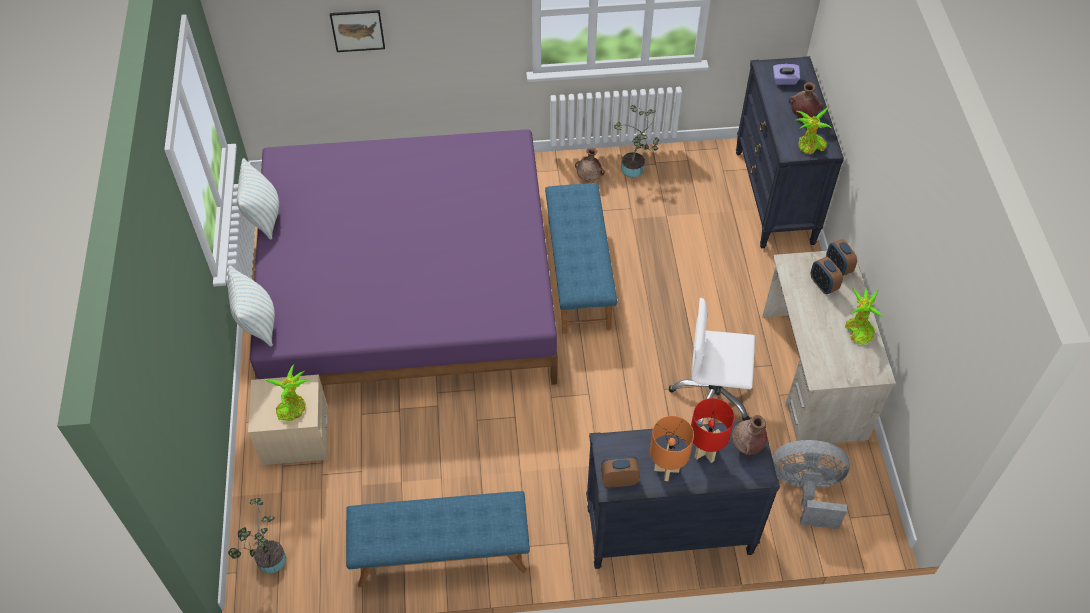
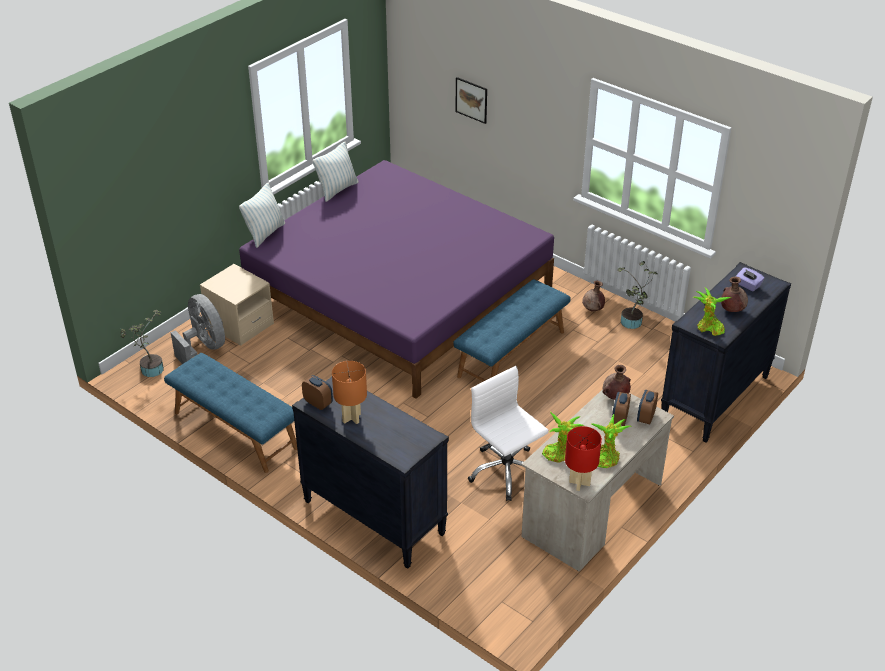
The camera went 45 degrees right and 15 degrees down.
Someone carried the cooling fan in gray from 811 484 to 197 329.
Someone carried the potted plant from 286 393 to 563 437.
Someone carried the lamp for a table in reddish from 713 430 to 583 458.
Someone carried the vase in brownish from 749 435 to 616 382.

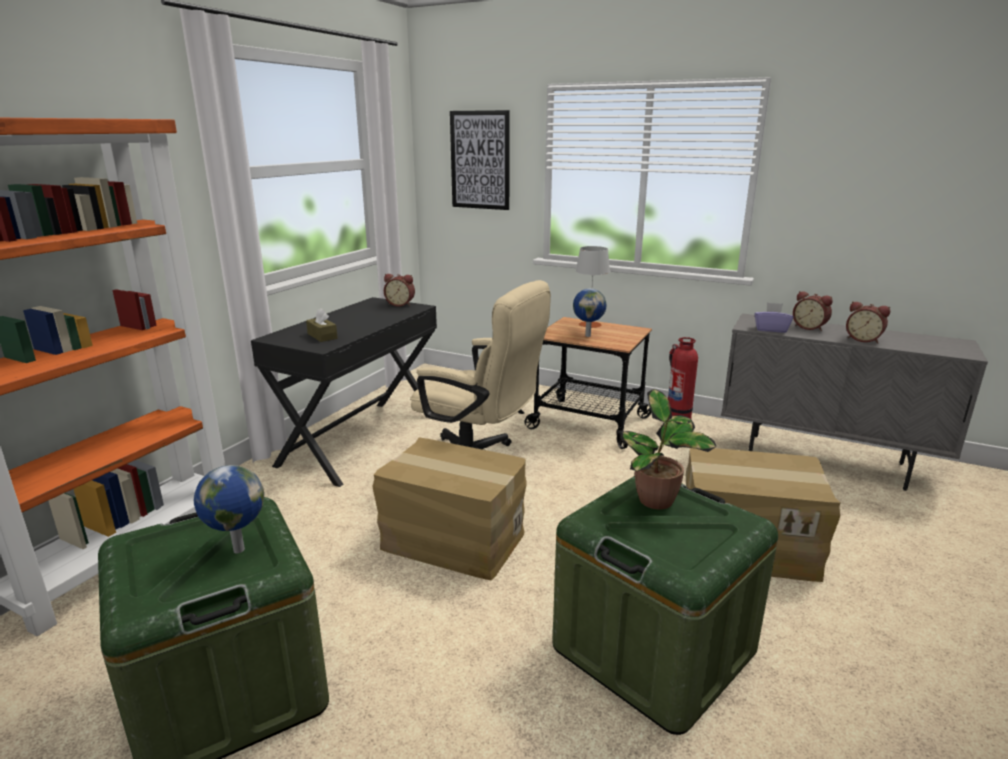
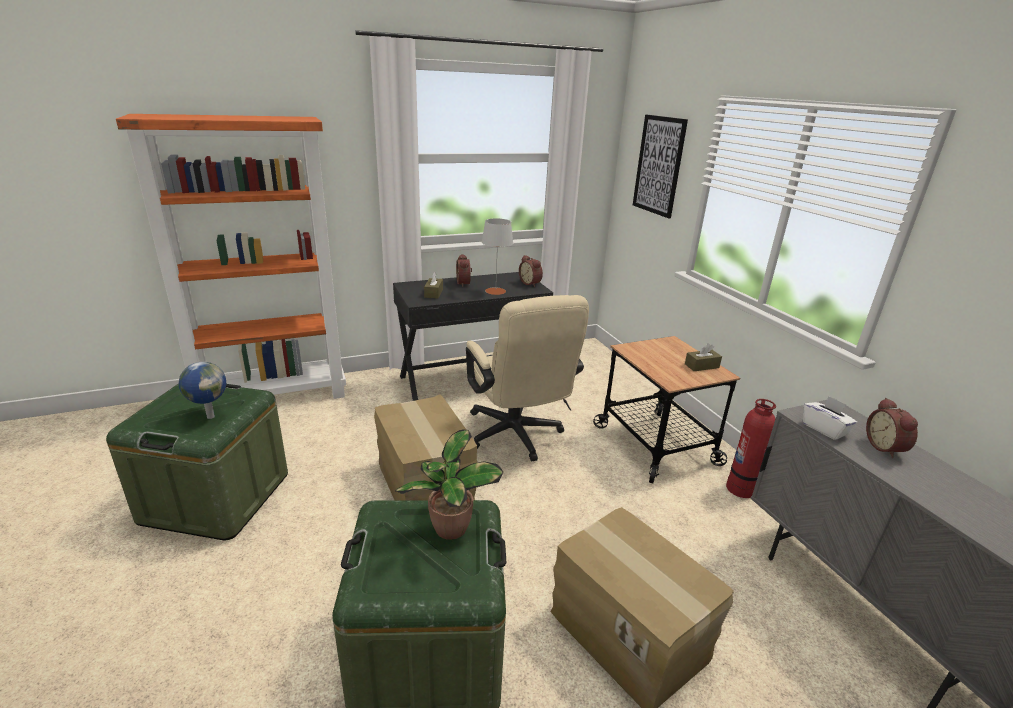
The camera went 40 degrees right and 5 degrees up.
Someone carried the table clock from 868 322 to 464 270.
Someone carried the lamp for a table in gray from 593 287 to 497 256.
Someone put down the tissue holder in brownish at 703 357.
Someone repainted the tissue holder in purple-coloured at 773 317, which became the tissue holder in white-coloured at 830 418.
Someone took away the desk globe at 589 312.

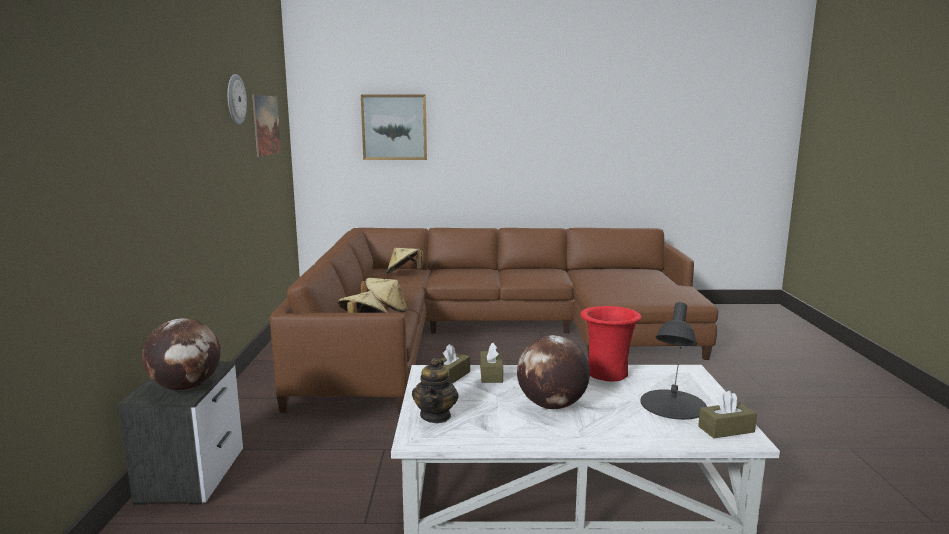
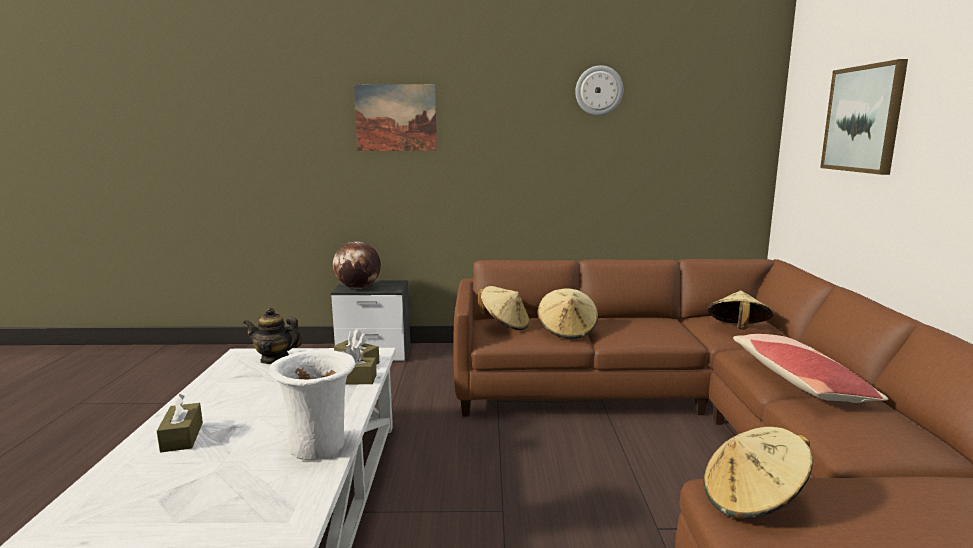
The camera went 90 degrees right and 0 degrees up.
Someone carried the tissue holder in brownish from 727 414 to 180 423.
Someone repainted the vase in reddish at 611 343, which became the vase in white-coloured at 312 405.
Someone carried the wall picture from 266 126 to 395 117.
Someone put down the clothing hat in beige-coloured at 758 473.
Someone put down the throw pillow at 811 368.
Someone took away the desk globe at 553 372.
Someone took away the lamp for a table in black-coloured at 674 361.

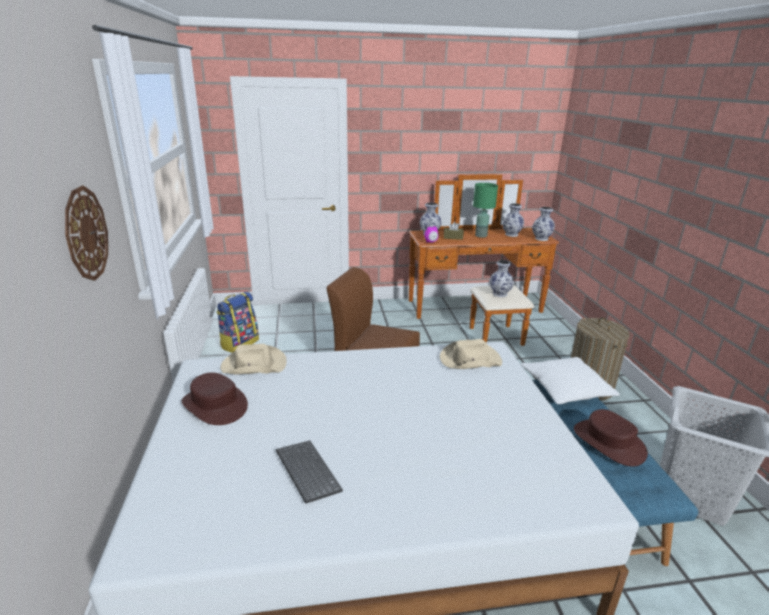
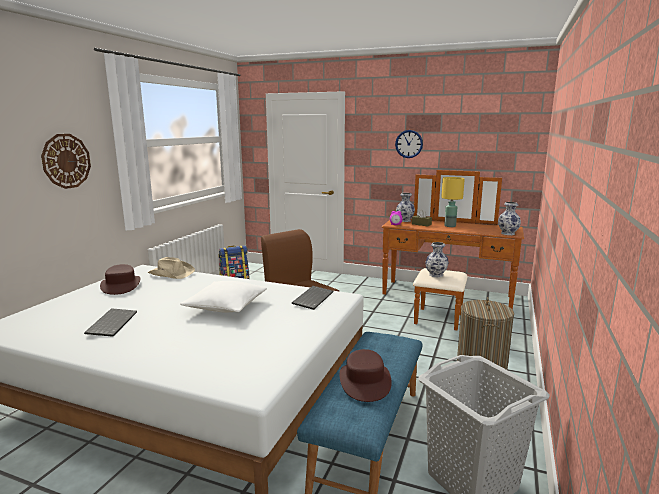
The camera went 30 degrees right and 10 degrees down.
Someone carried the throw pillow in white-coloured from 570 380 to 223 296.
Someone swapped the clothing hat in beige-coloured at 471 354 for the computer keyboard at 312 298.
Someone put up the clock on the wall at 409 144.
Someone repainted the lamp for a table in green at 485 210, which became the lamp for a table in yellow at 453 202.
Someone took away the vase at 513 220.

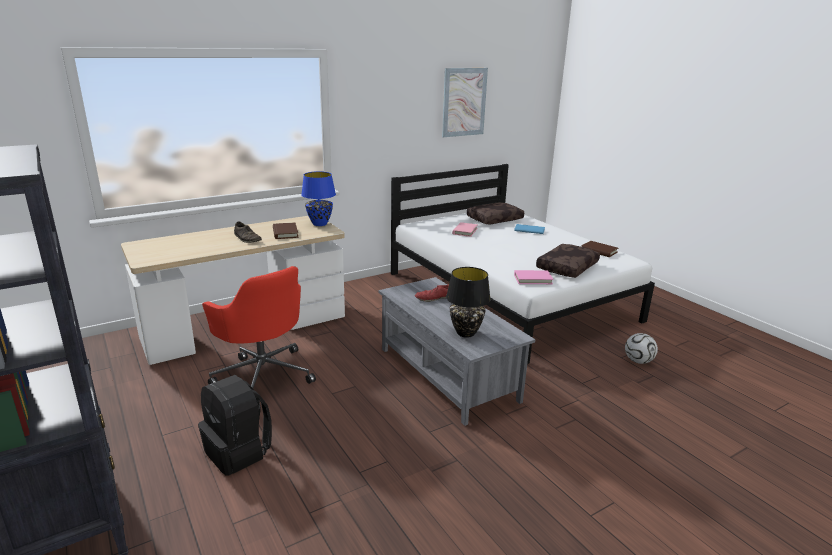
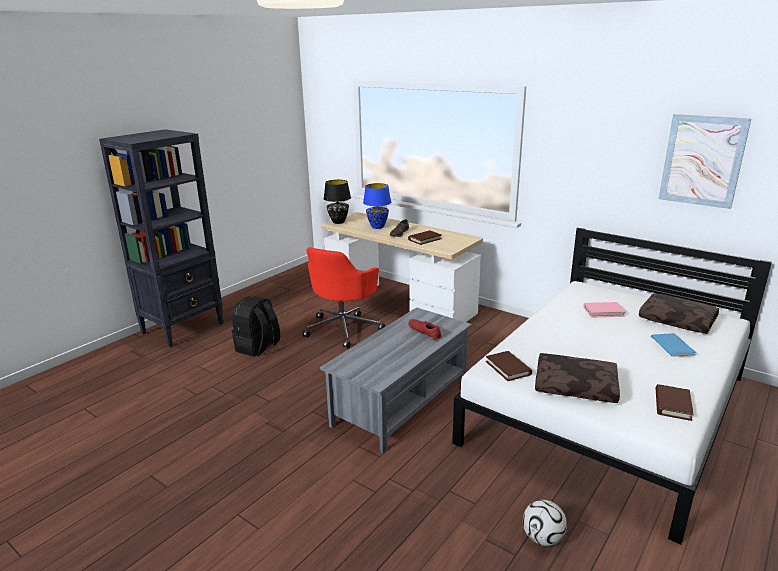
The camera went 70 degrees right and 0 degrees up.
Someone carried the lamp for a table in black-coloured from 468 302 to 337 202.
Someone carried the lamp for a table in bluish from 318 198 to 377 206.
Someone repainted the book in pink at 534 277, which became the book in brownish at 509 366.

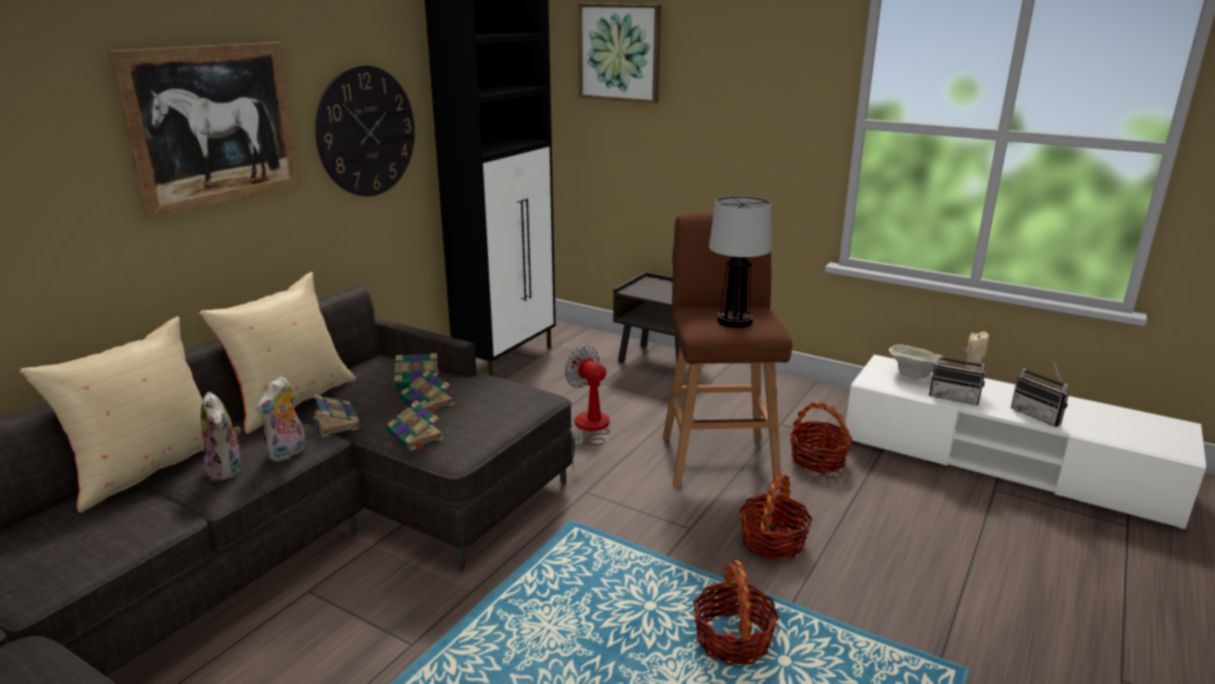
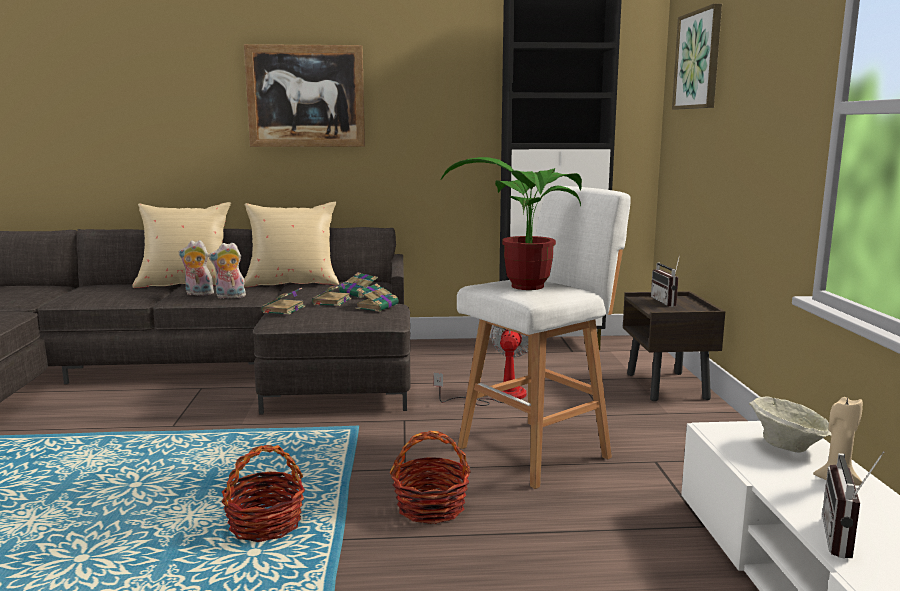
The camera went 55 degrees right and 10 degrees down.
Someone rotated the cuddly toy at 221 436 by 75 degrees clockwise.
Someone carried the book from 337 416 to 377 297.
Someone swapped the lamp for a table at 740 262 for the potted plant at 511 223.
Someone repainted the sitting stool in brownish at 727 350, which became the sitting stool in white-coloured at 544 337.
Someone carried the radio set from 957 373 to 665 281.
Someone took away the clock on the wall at 365 130.
Someone took away the basket at 821 437.

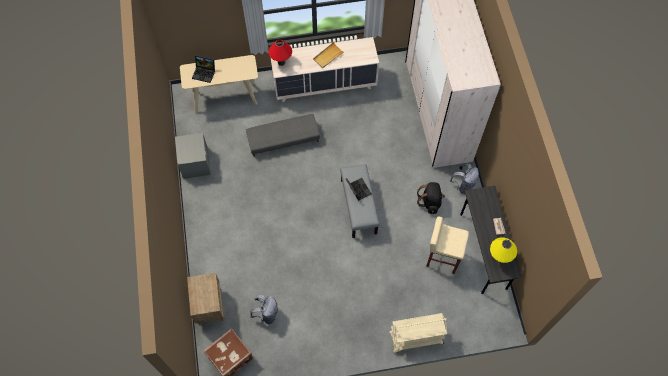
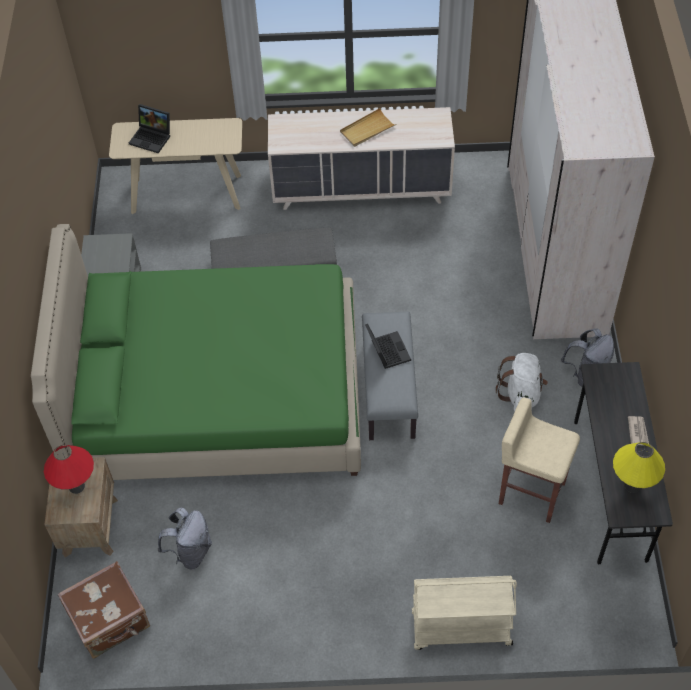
The camera went 10 degrees right and 10 degrees down.
Someone put down the bedroom bed in green at 196 352.
Someone carried the lamp for a table in reddish from 280 53 to 69 469.
Someone repainted the rucksack in black-coloured at 431 198, which became the rucksack in white-coloured at 522 382.

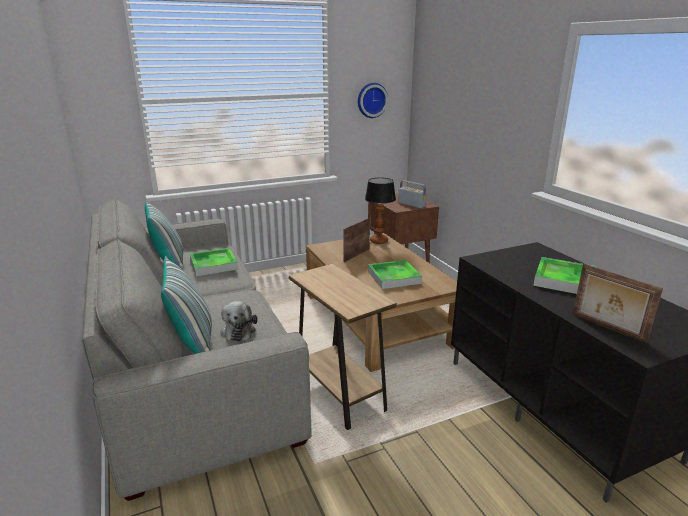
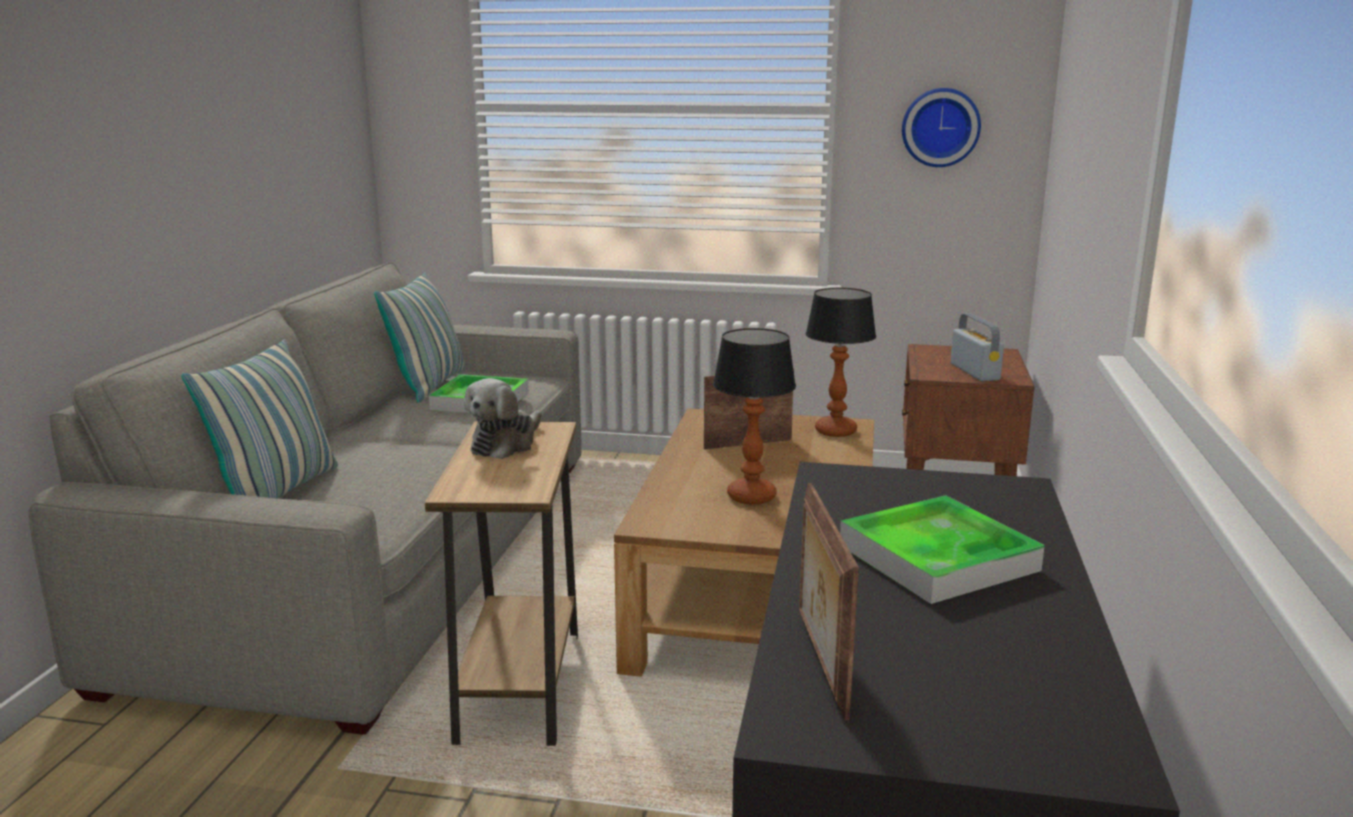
The camera went 35 degrees right and 5 degrees down.
Someone carried the cuddly toy from 238 321 to 503 418.
Someone swapped the tray at 395 274 for the lamp for a table at 754 416.

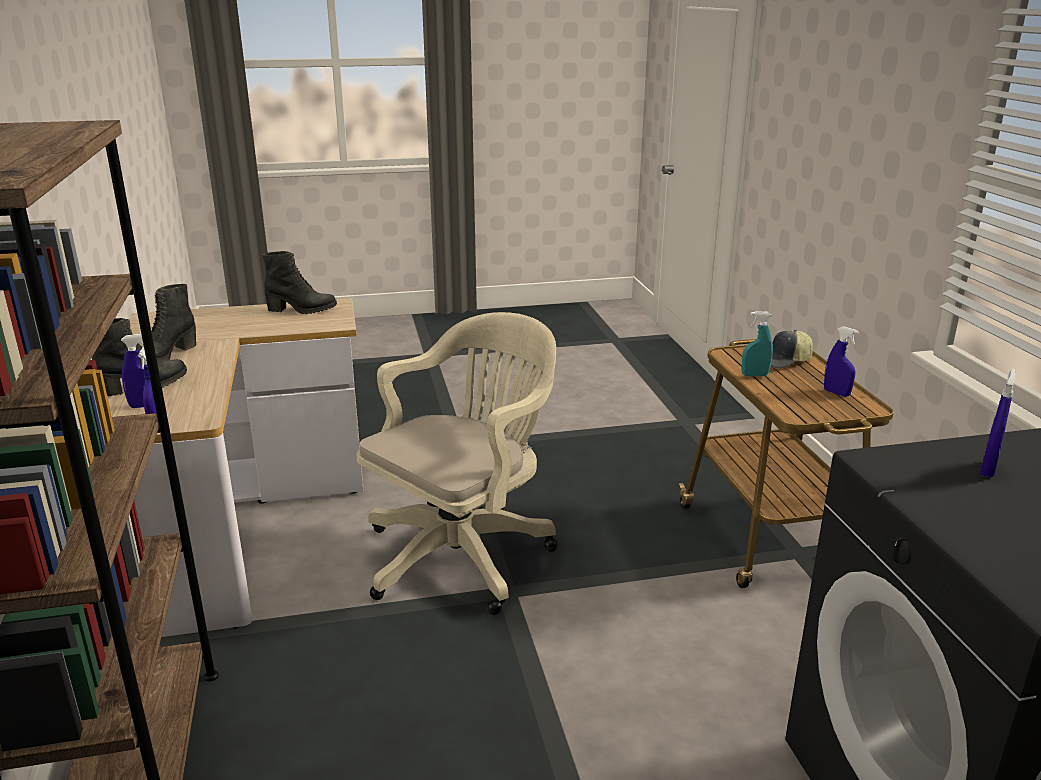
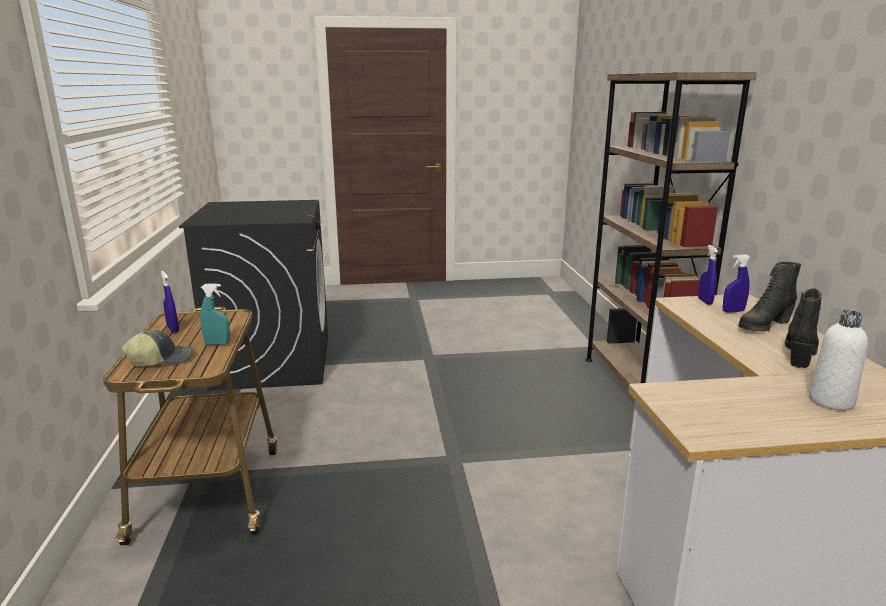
The camera went 175 degrees left and 5 degrees down.
Someone put down the bottle in white-coloured at 838 360.
Someone took away the tall boot in black-coloured at 299 282.
Someone took away the office chair in beige-coloured at 457 463.
Someone took away the sprayer in bluish at 998 423.

